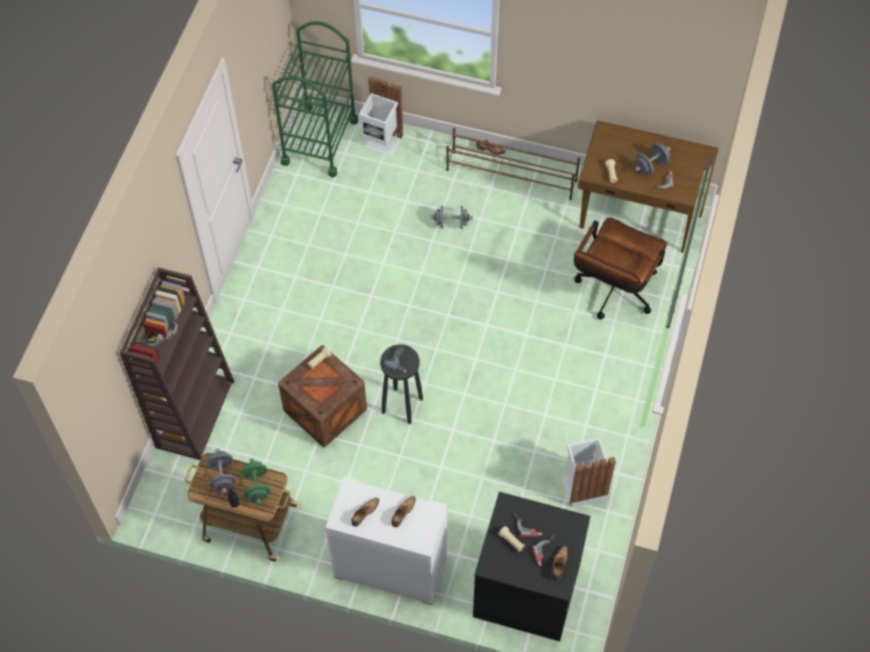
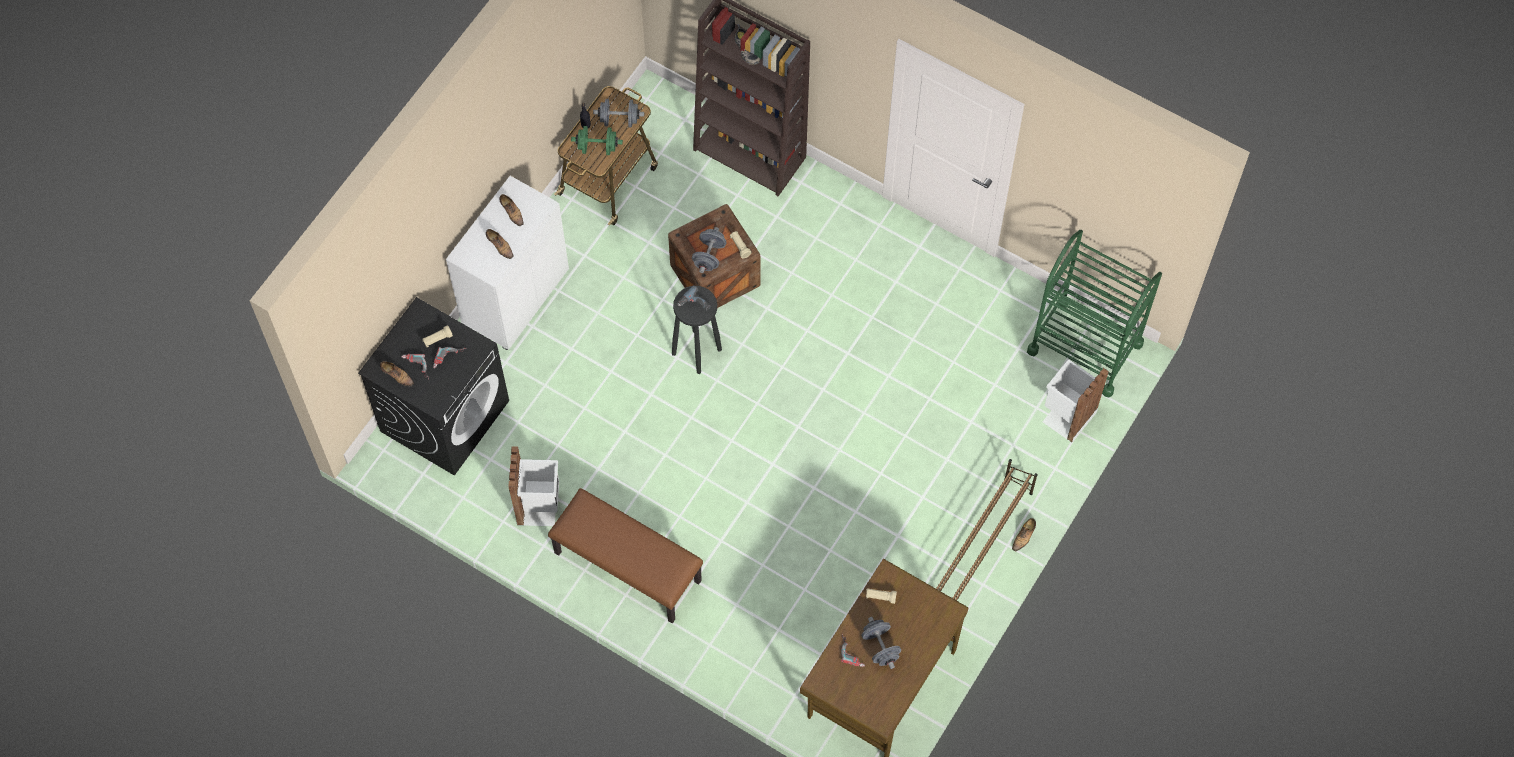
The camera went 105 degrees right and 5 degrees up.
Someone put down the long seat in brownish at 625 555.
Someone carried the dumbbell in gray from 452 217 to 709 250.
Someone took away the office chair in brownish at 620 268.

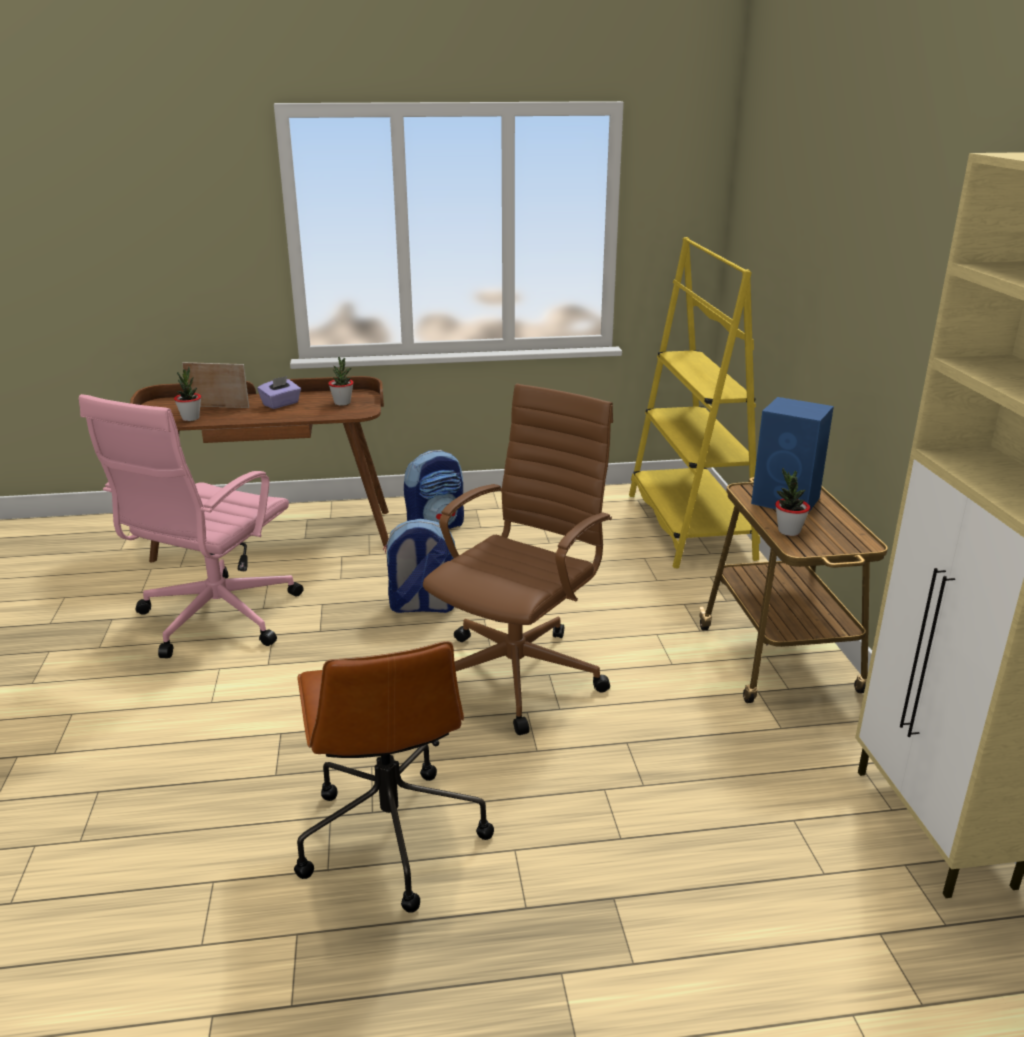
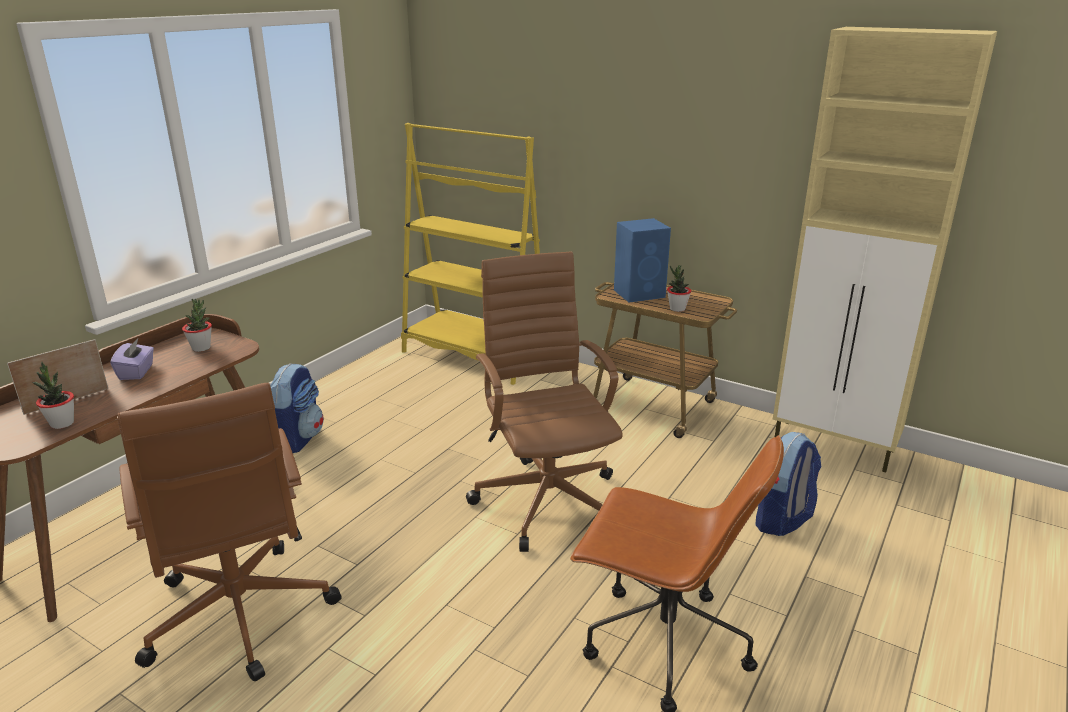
The camera went 50 degrees left and 0 degrees up.
Someone repainted the office chair in pink at 191 526, which became the office chair in brownish at 229 531.
Someone carried the rucksack from 419 566 to 788 484.

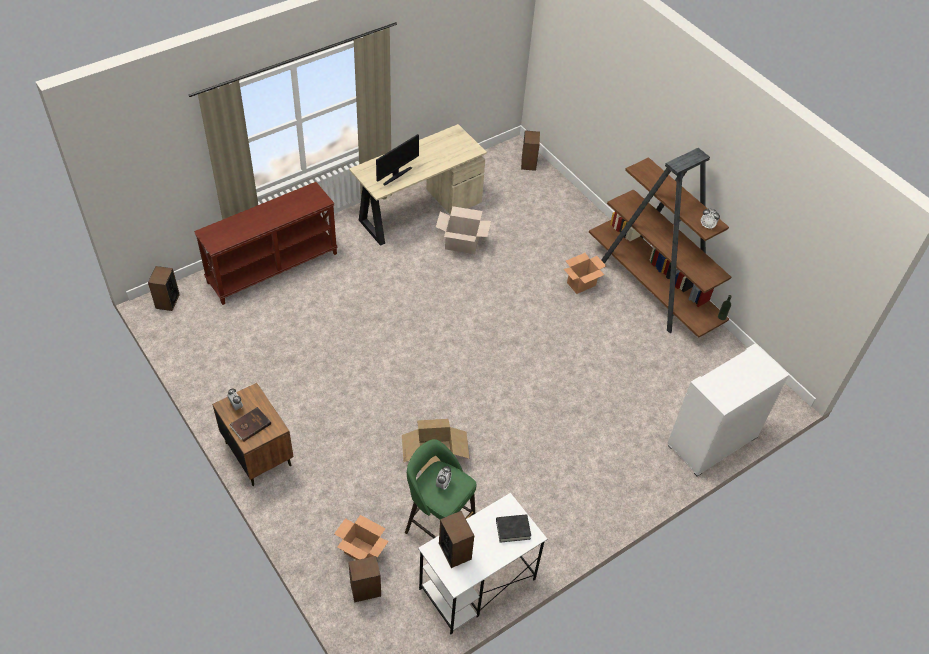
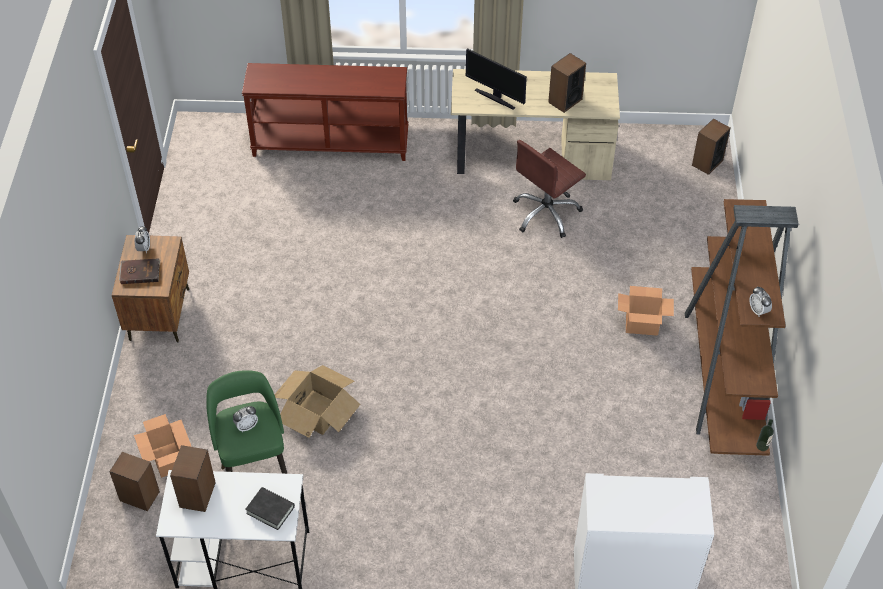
The camera went 40 degrees right and 0 degrees up.
Someone rotated the computer display at 397 159 by 45 degrees clockwise.
Someone swapped the cardboard box at 463 230 for the office chair in brownish at 549 189.
Someone carried the speaker from 164 288 to 567 83.

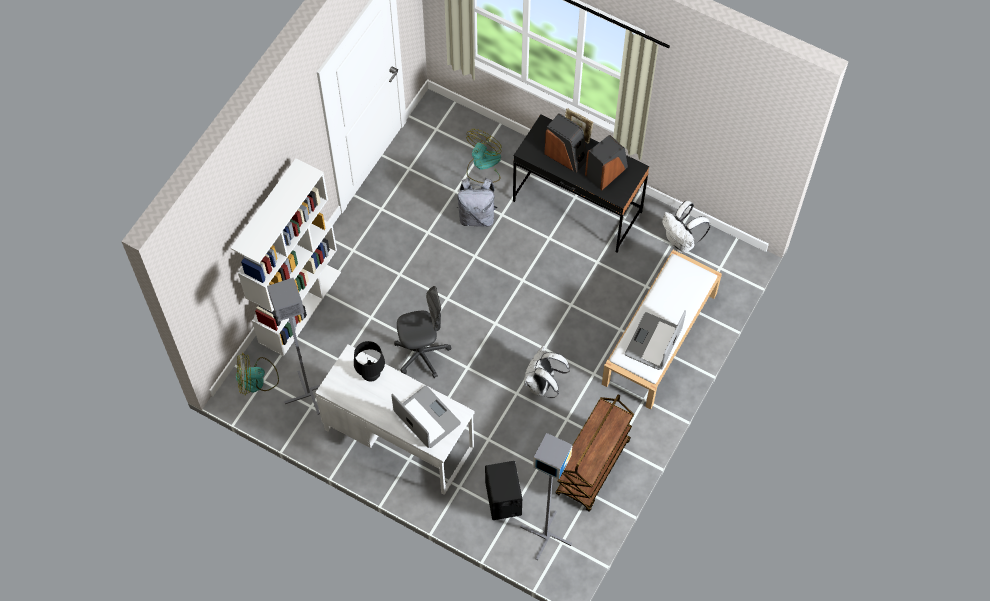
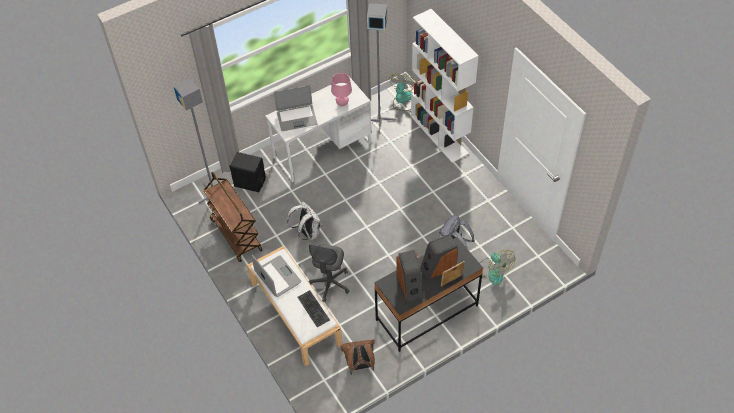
The camera went 120 degrees right and 10 degrees down.
Someone put down the computer keyboard at 313 308.
Someone carried the office chair in gray from 422 332 to 329 273.
Someone repainted the lamp for a table in black-coloured at 369 361, which became the lamp for a table in pink at 341 89.
Someone repainted the rucksack in white-coloured at 686 227, which became the rucksack in brownish at 357 357.

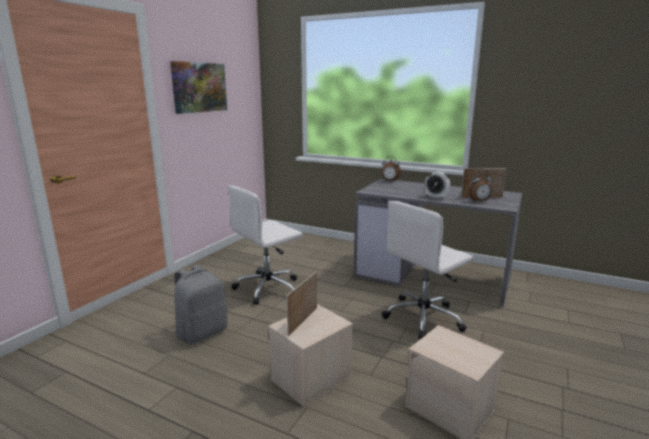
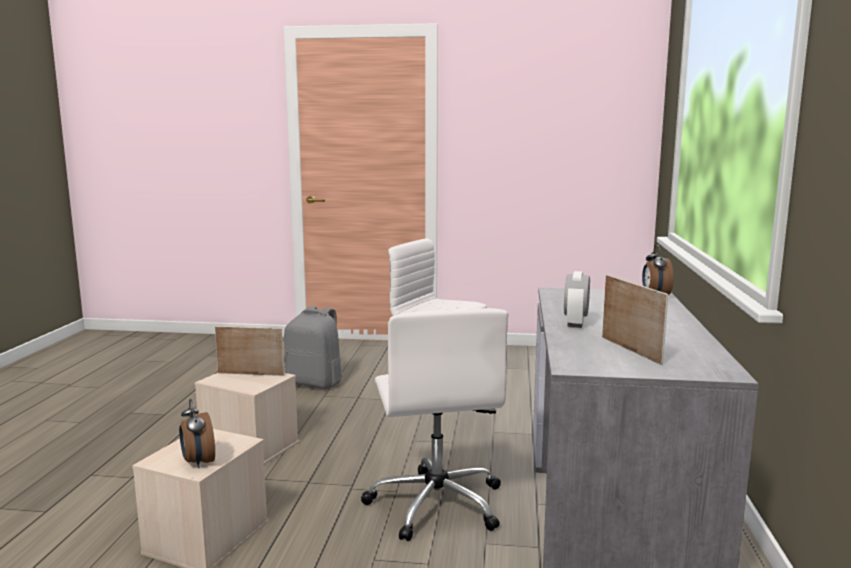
The camera went 70 degrees right and 5 degrees down.
Someone carried the table clock from 480 186 to 197 433.
Someone rotated the office chair in white-coloured at 428 270 by 135 degrees counterclockwise.
Someone took away the wall picture at 198 87.

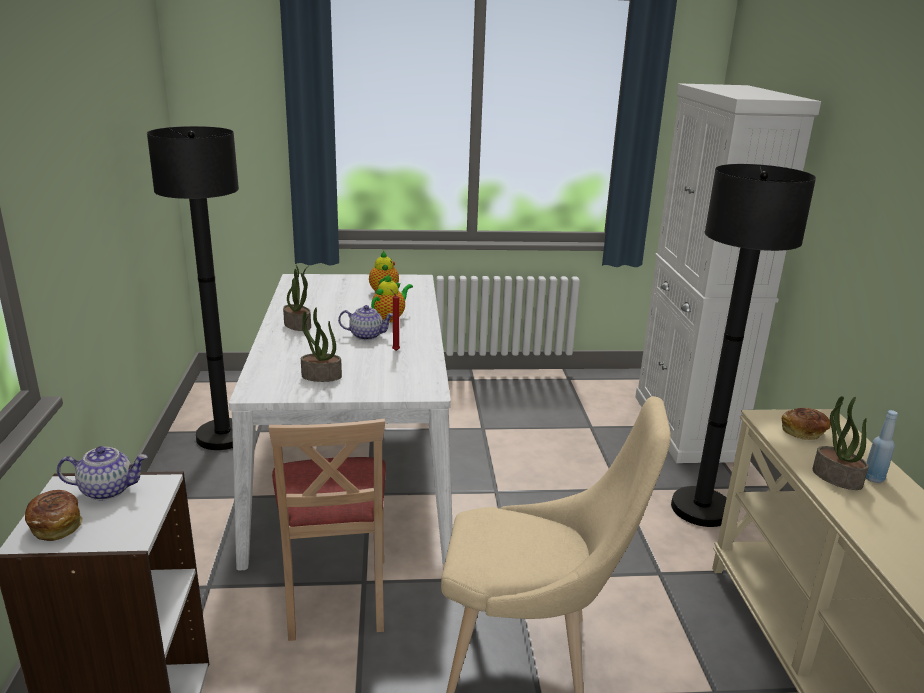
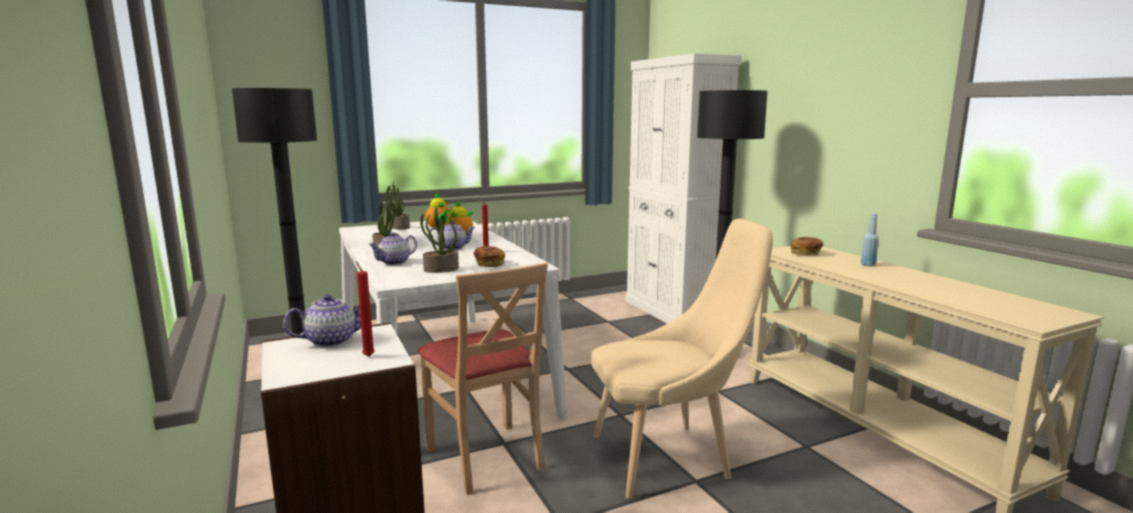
The camera went 20 degrees left and 10 degrees down.
Someone put down the candle in reddish at 365 309.
Someone put down the pot for tea at 392 248.
Someone carried the potted plant from 841 443 to 398 205.
Someone carried the bread from 54 515 to 489 256.

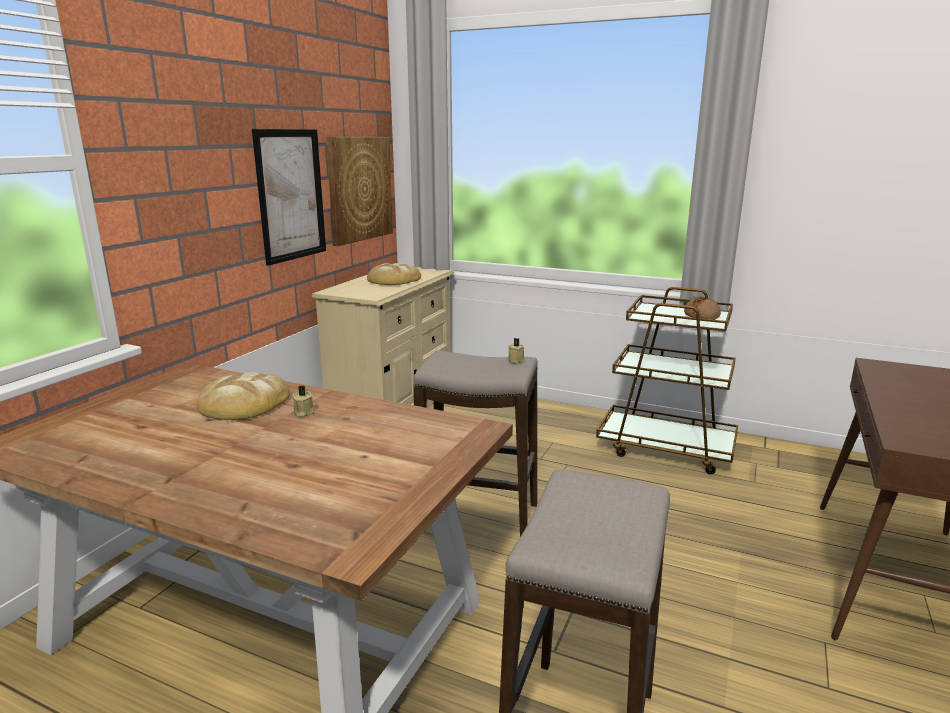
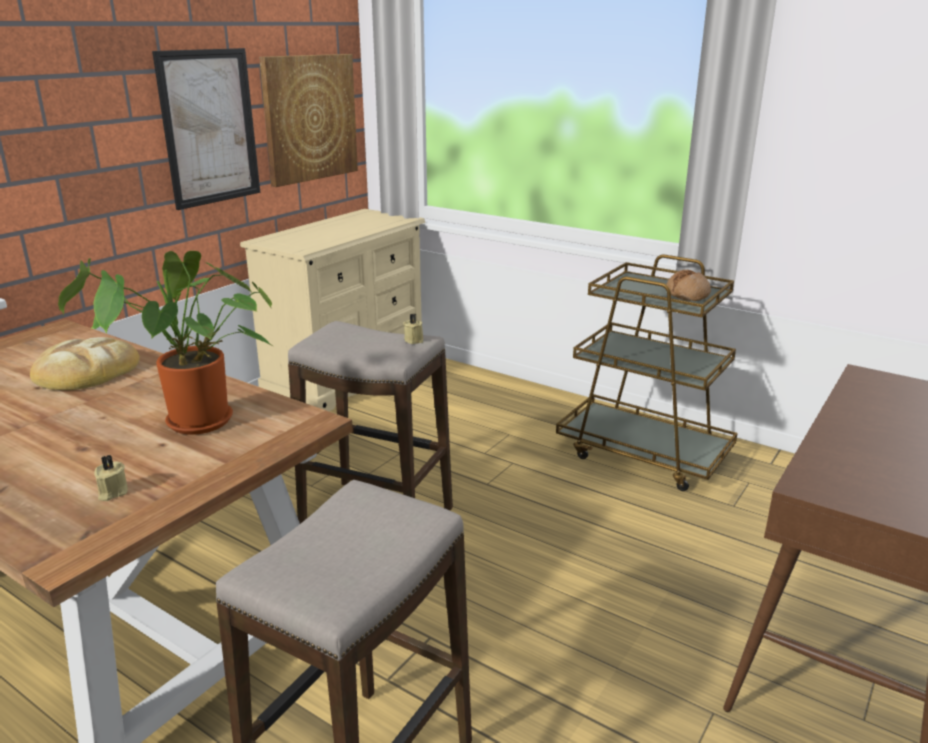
The camera went 10 degrees right and 5 degrees up.
Someone put down the potted plant at 165 343.
Someone carried the candle in beige-coloured from 303 401 to 111 478.
Someone took away the bread at 394 274.

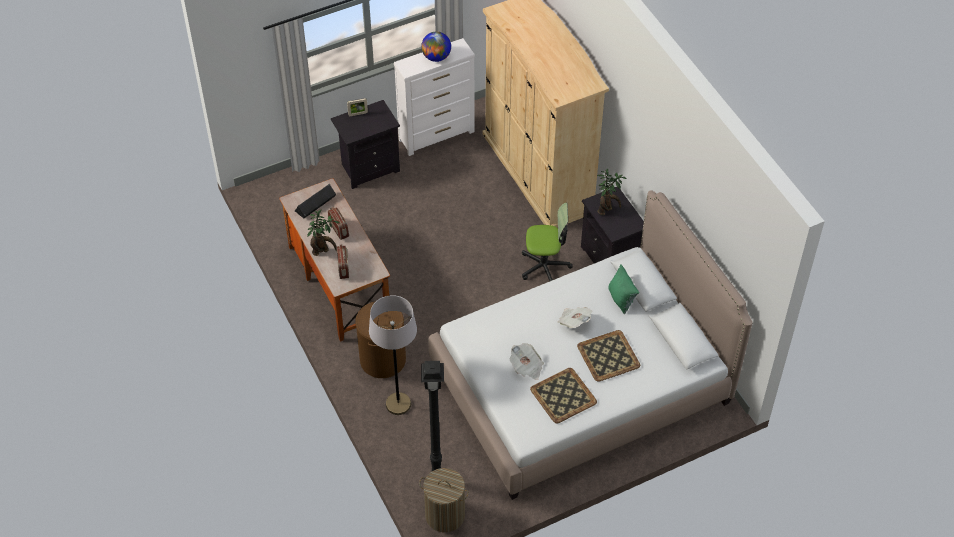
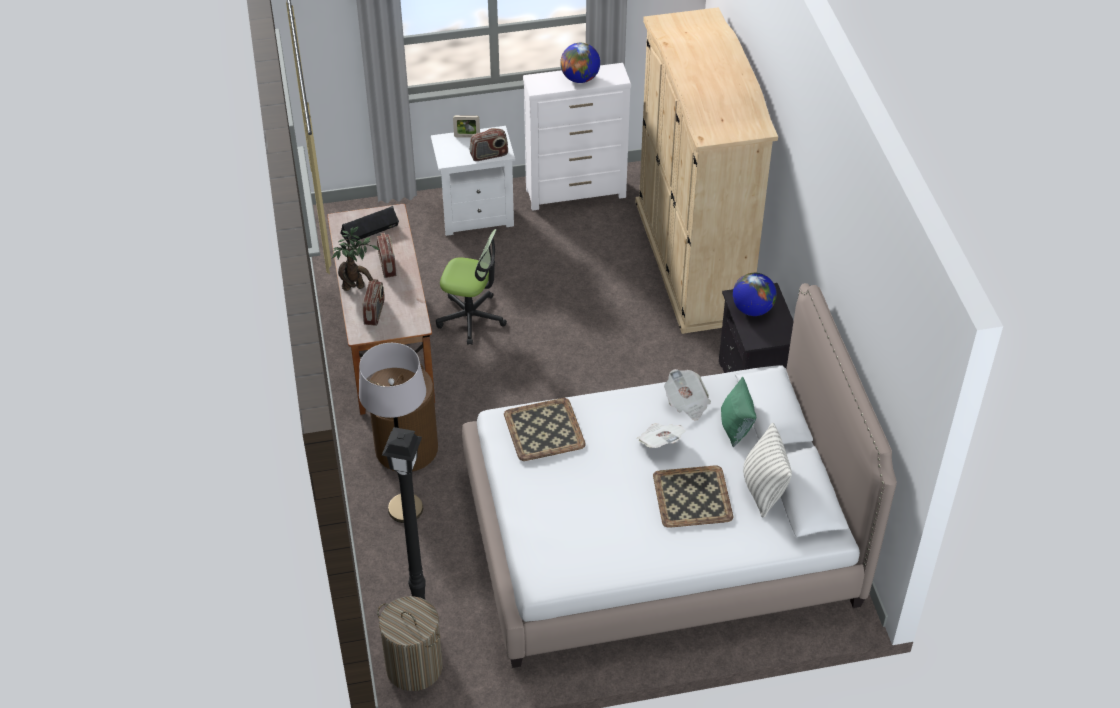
The camera went 15 degrees right and 5 degrees down.
Someone repainted the night table in black-coloured at 365 144, which became the night table in white-coloured at 473 181.
Someone carried the office chair from 547 242 to 471 287.
Someone put down the radio set at 489 144.
Someone carried the tray from 563 396 to 545 429.
Someone carried the printed paper from 527 361 to 687 395.
Someone swapped the potted plant at 612 191 for the desk globe at 755 294.
Someone put down the throw pillow at 767 469.

